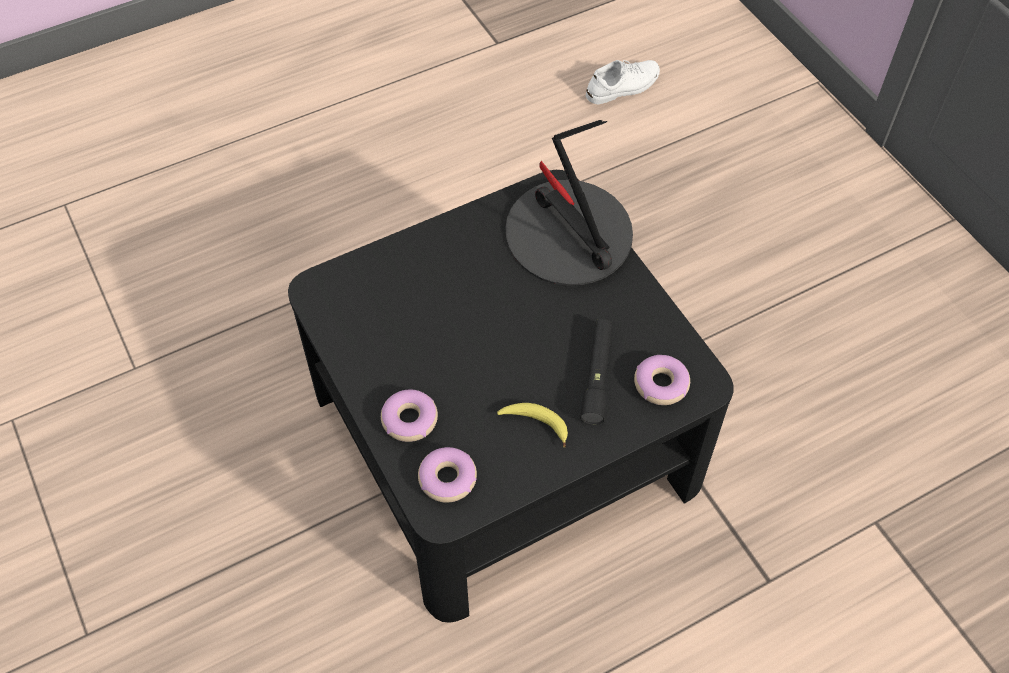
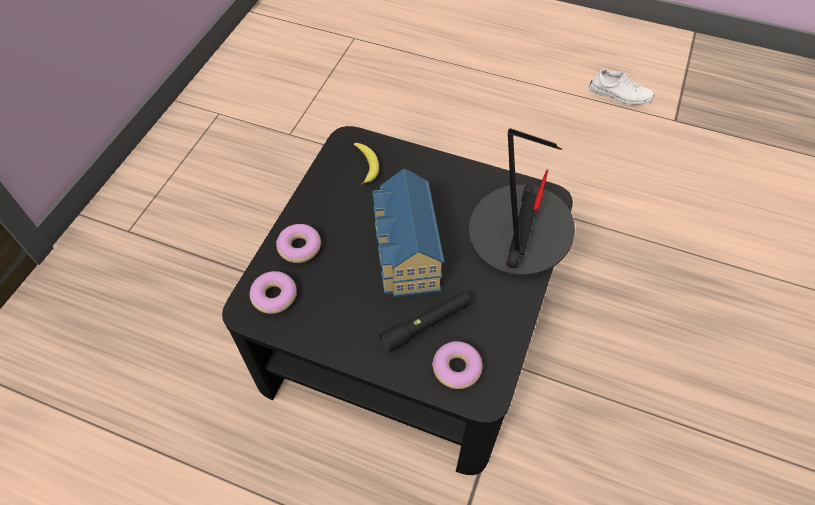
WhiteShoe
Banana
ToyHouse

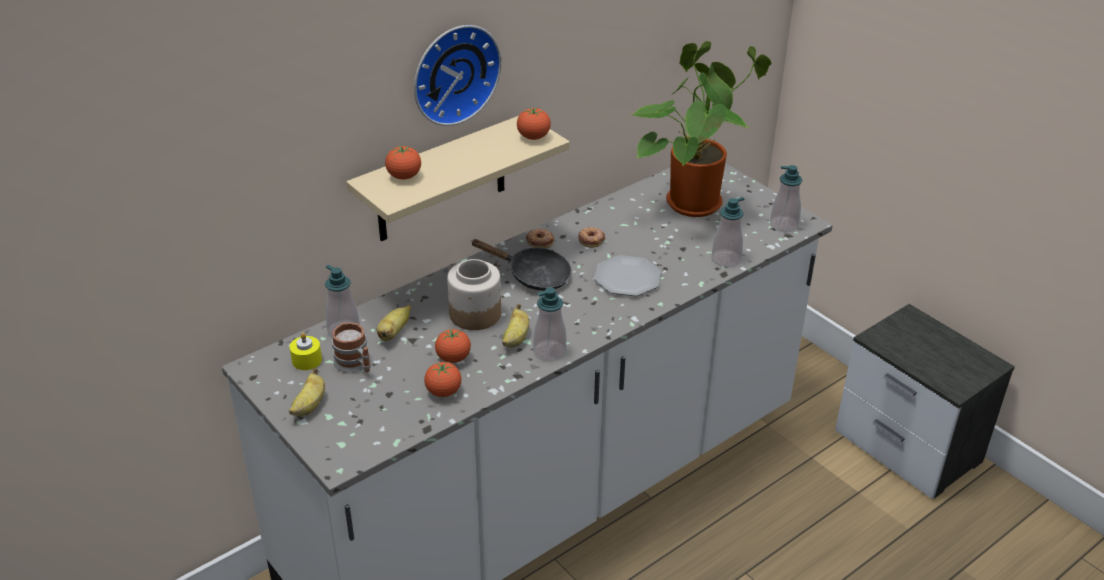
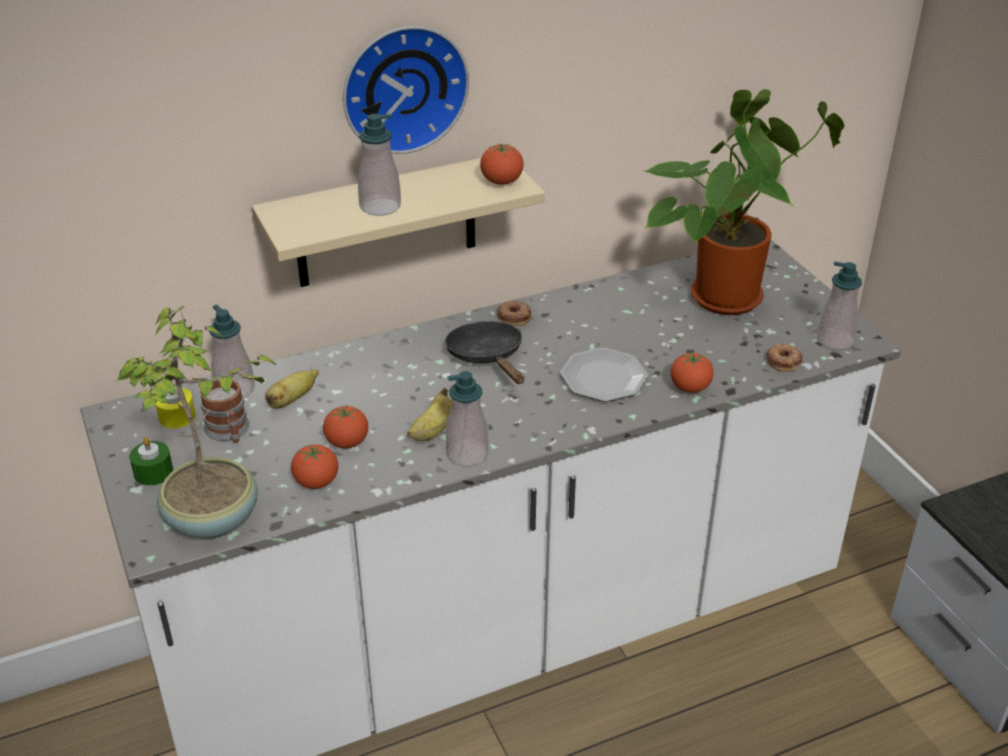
Tomato (4th from left)
SoapDispenser (2nd from left)
Donut (2nd from left)
BlackFryingPan
Jar
GreenCandle
PottedPlant (1st from left)

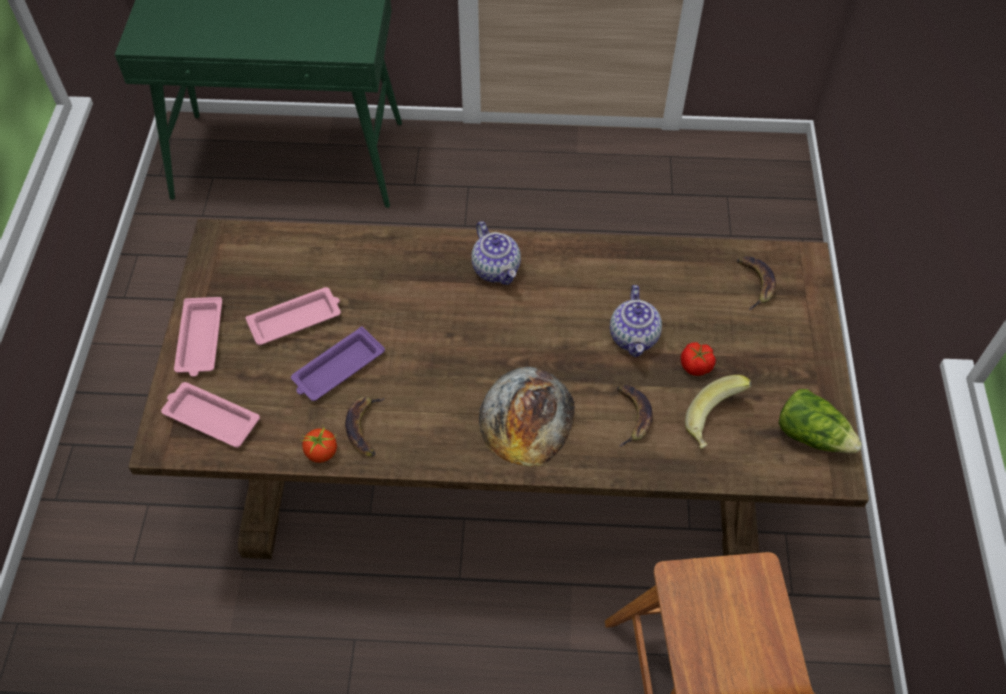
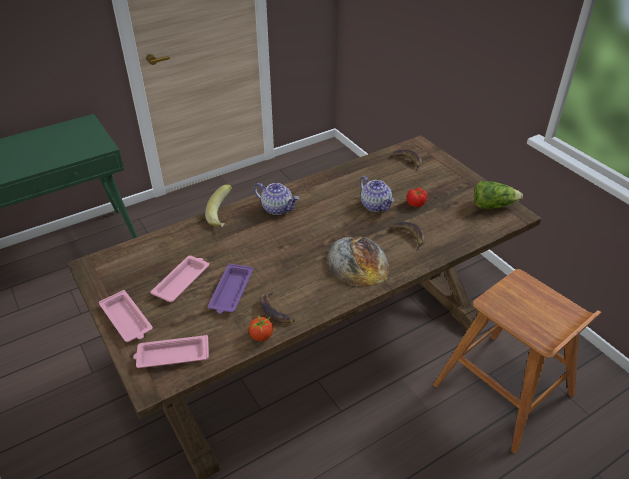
Banana (1st from left)

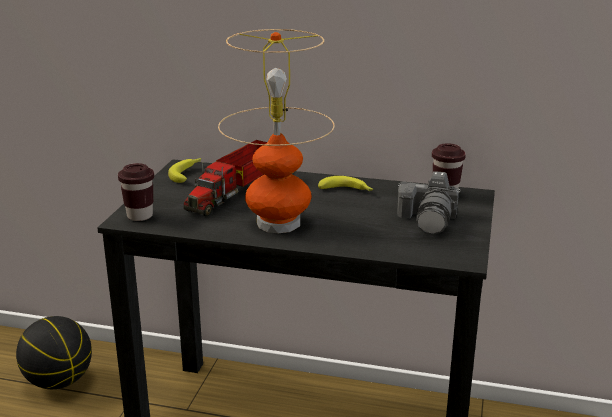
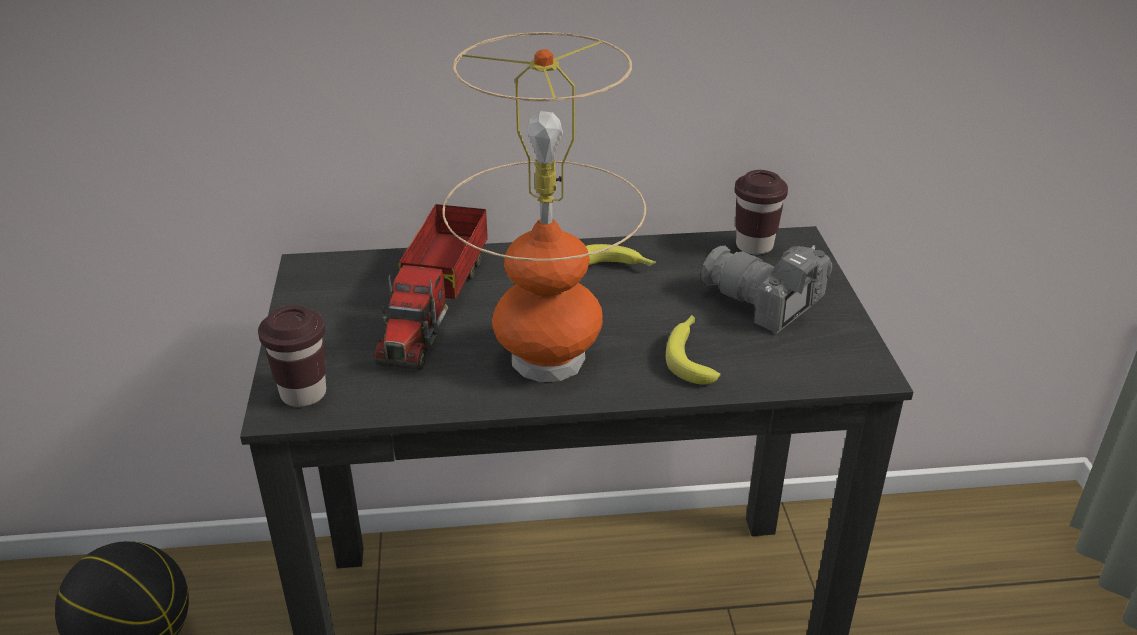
Banana (2nd from left)
PhotoCamera

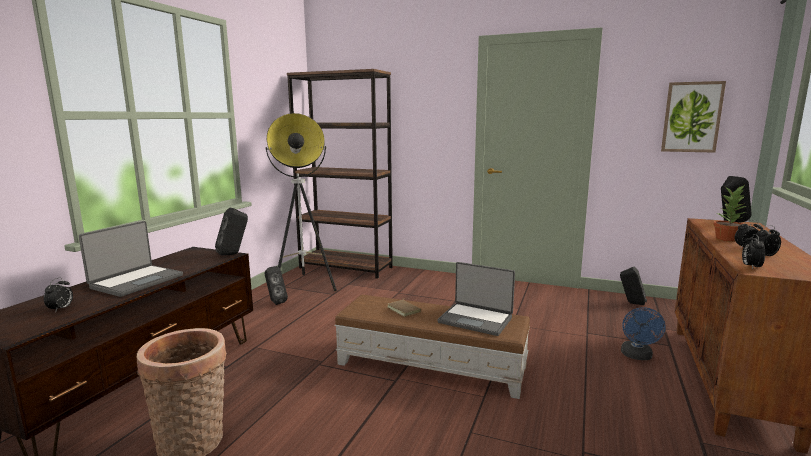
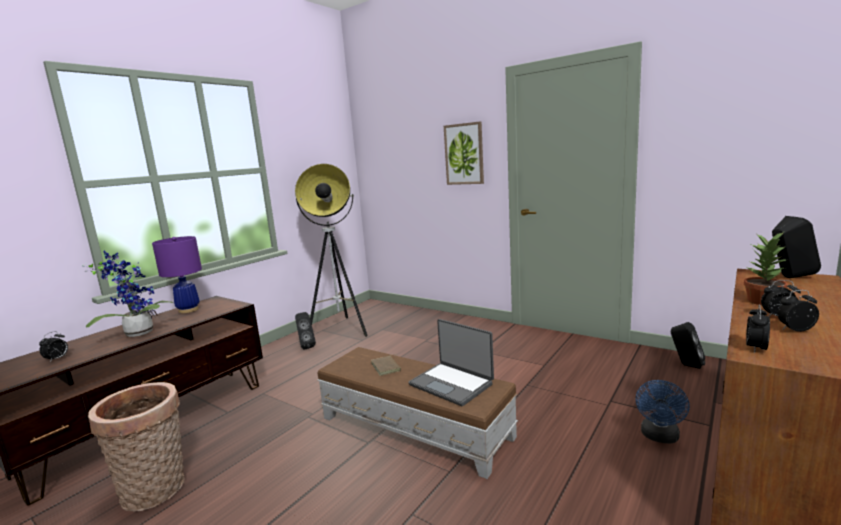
BrownBookcase
Picture
BlackSpeaker (1st from left in the first image)
PottedPlant (1st from left)
PurpleTableLamp

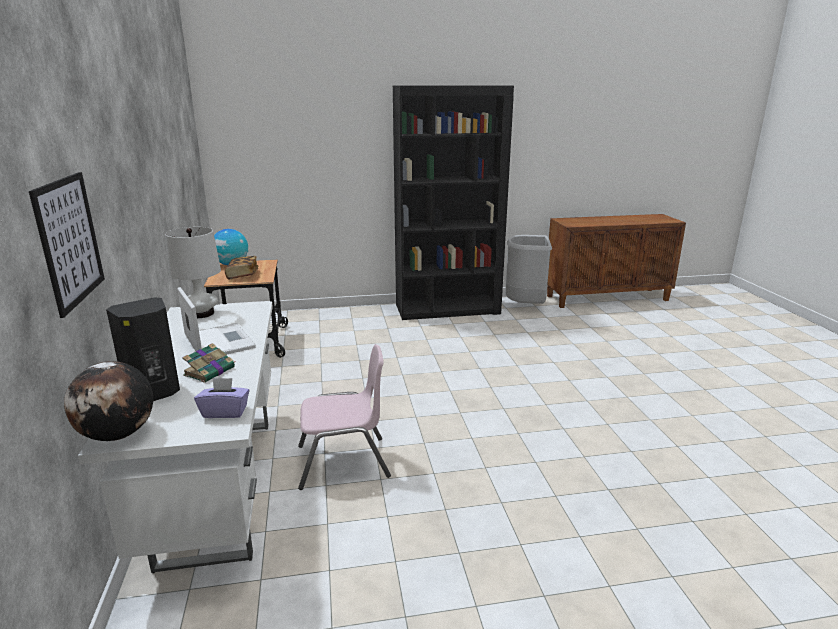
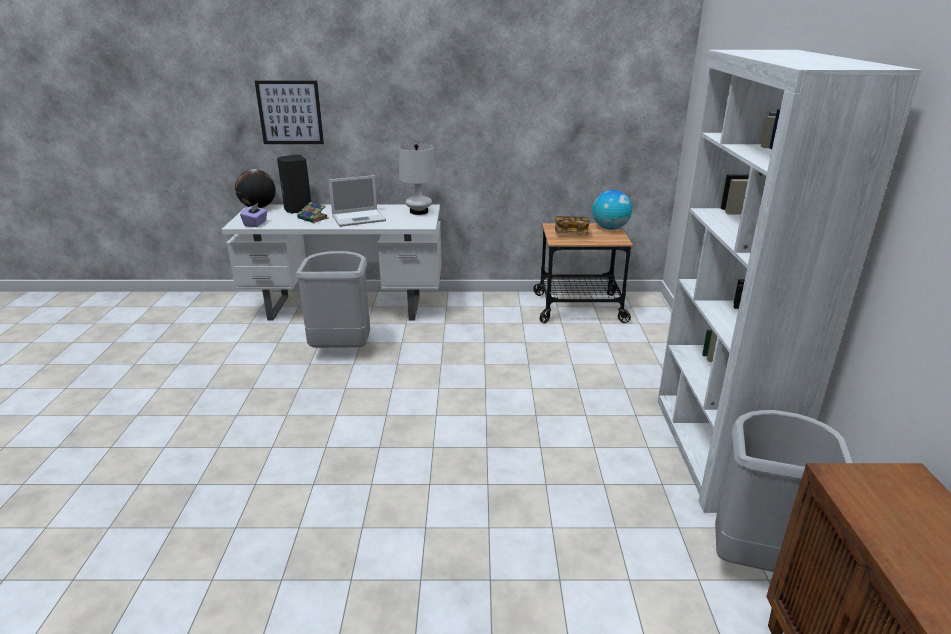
WhiteBookcase
GreyTrashCan (1st from left)

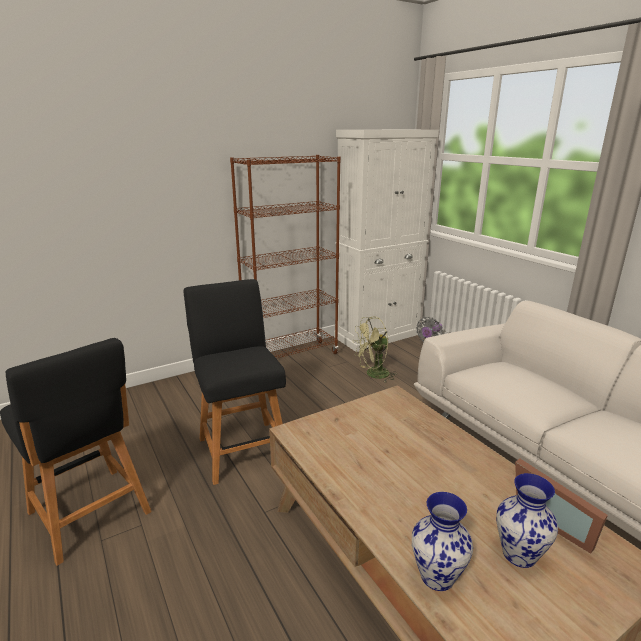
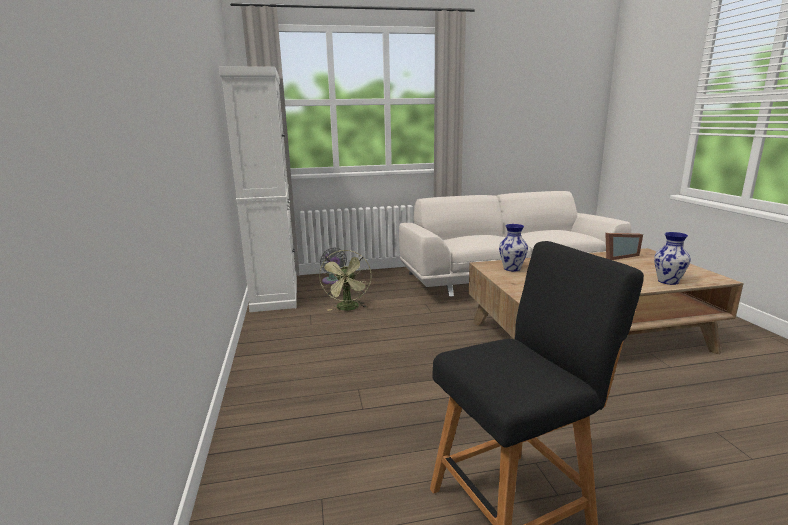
BrownBookcase
BlackStool (2nd from left in the first image)
Vase (1st from left)

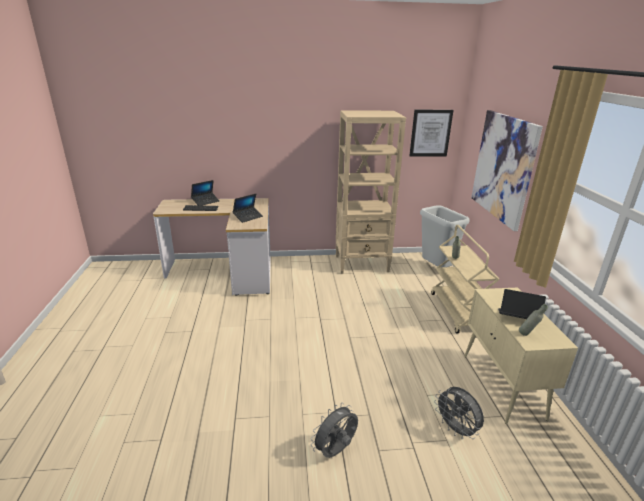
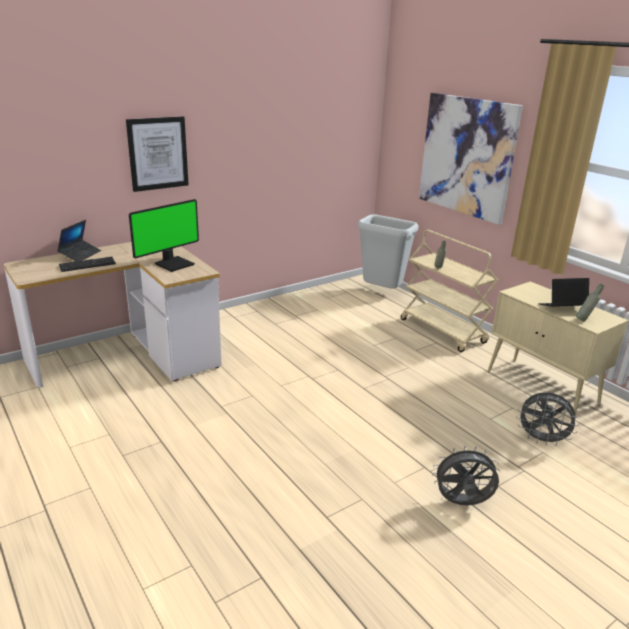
BeigeBookcase
Picture (1st from left)
Monitor
GreyFan (1st from left)

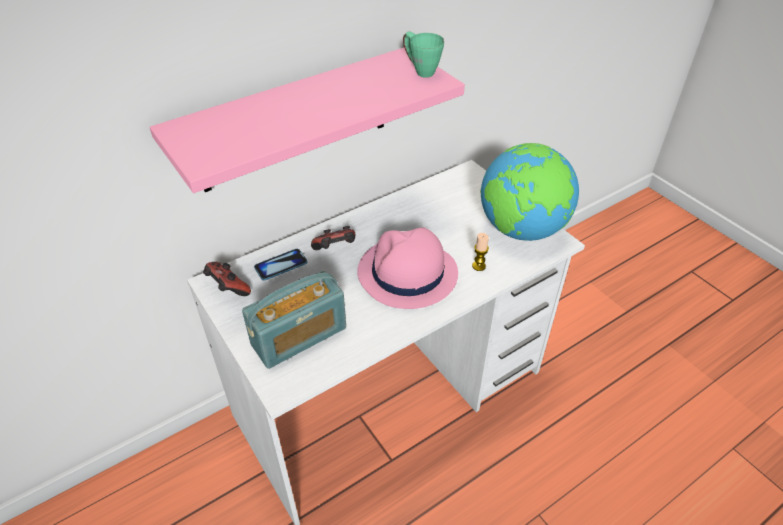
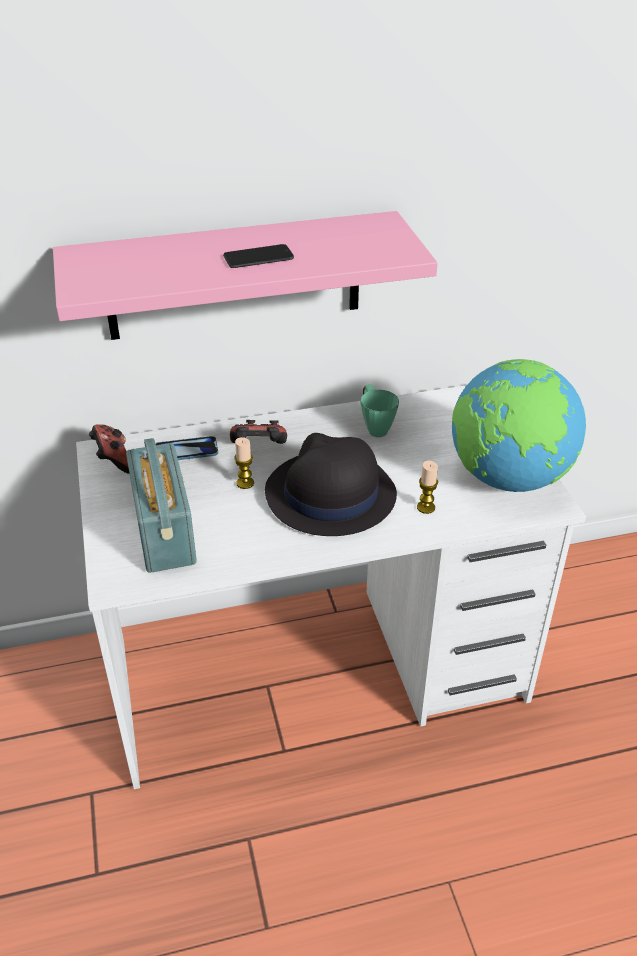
GreenMug
BlackHat
Radio
Phone (2nd from left)
Candle (1st from left)

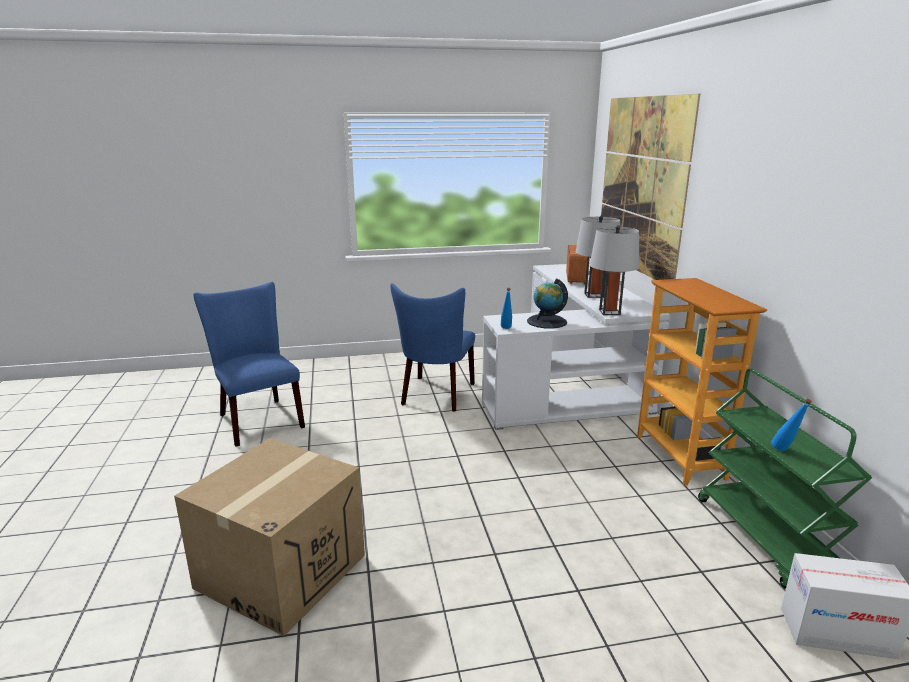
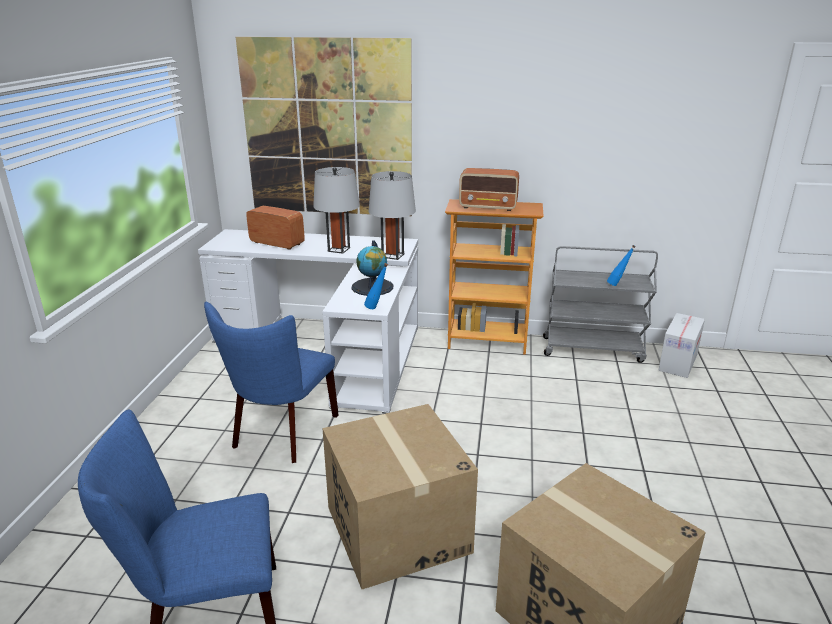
BlueChair (2nd from left)
GreyCart
Radio (2nd from left)
CardboardBox (1st from left)

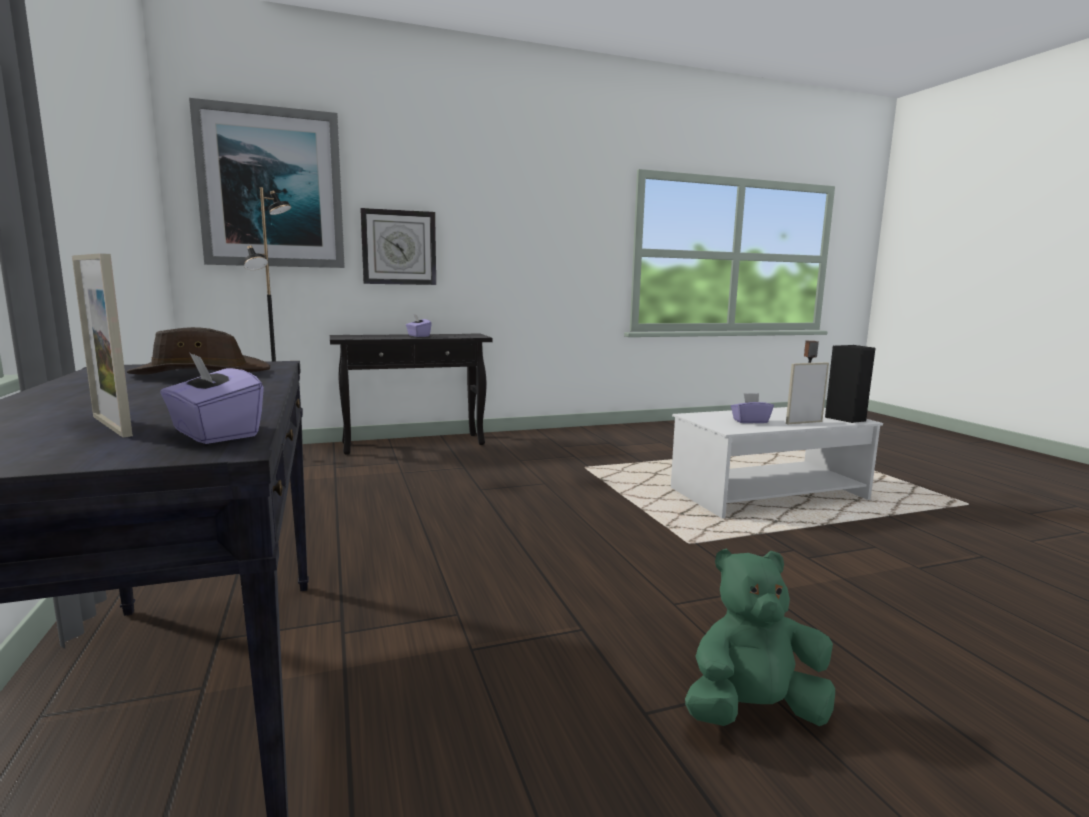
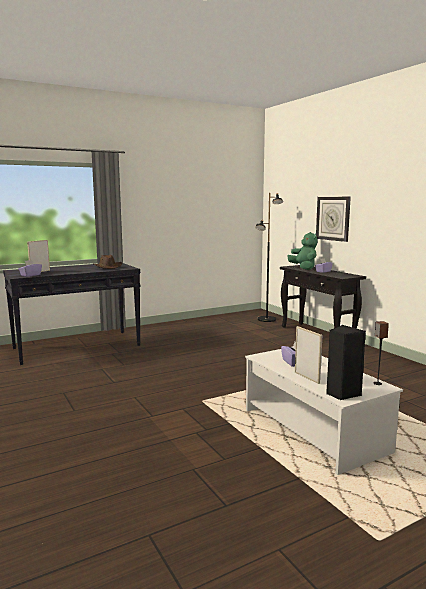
Picture
GreenPlushToy

